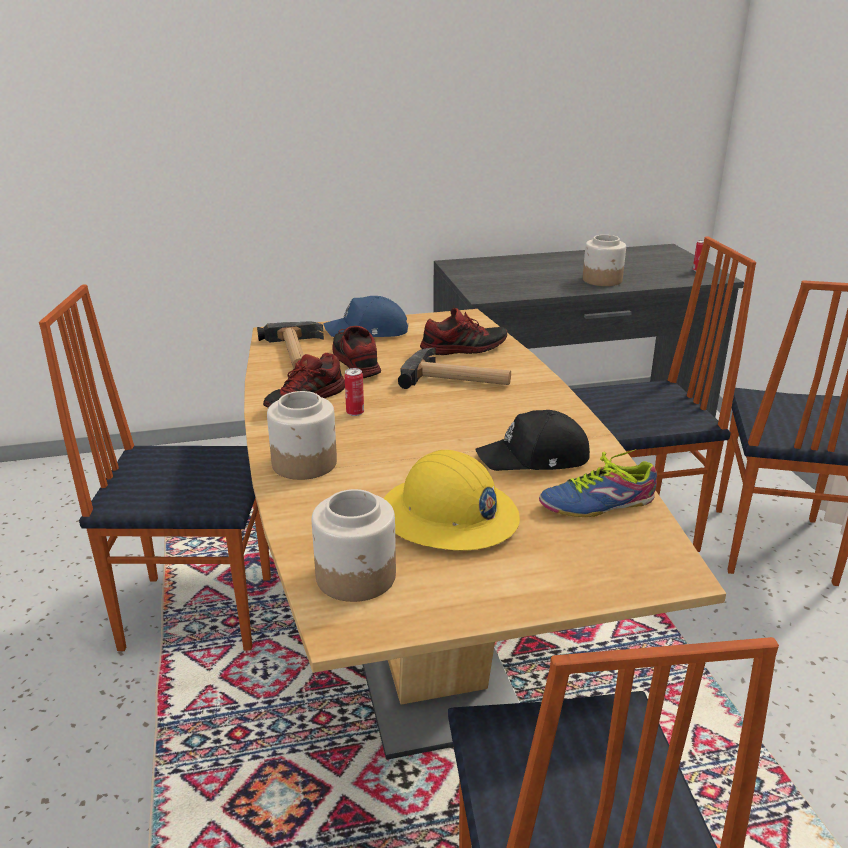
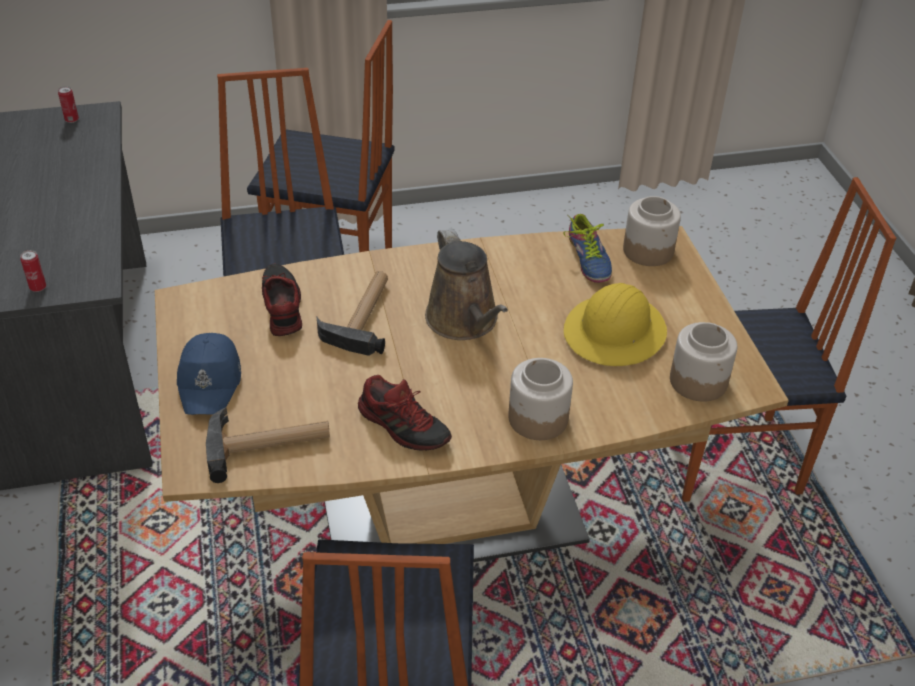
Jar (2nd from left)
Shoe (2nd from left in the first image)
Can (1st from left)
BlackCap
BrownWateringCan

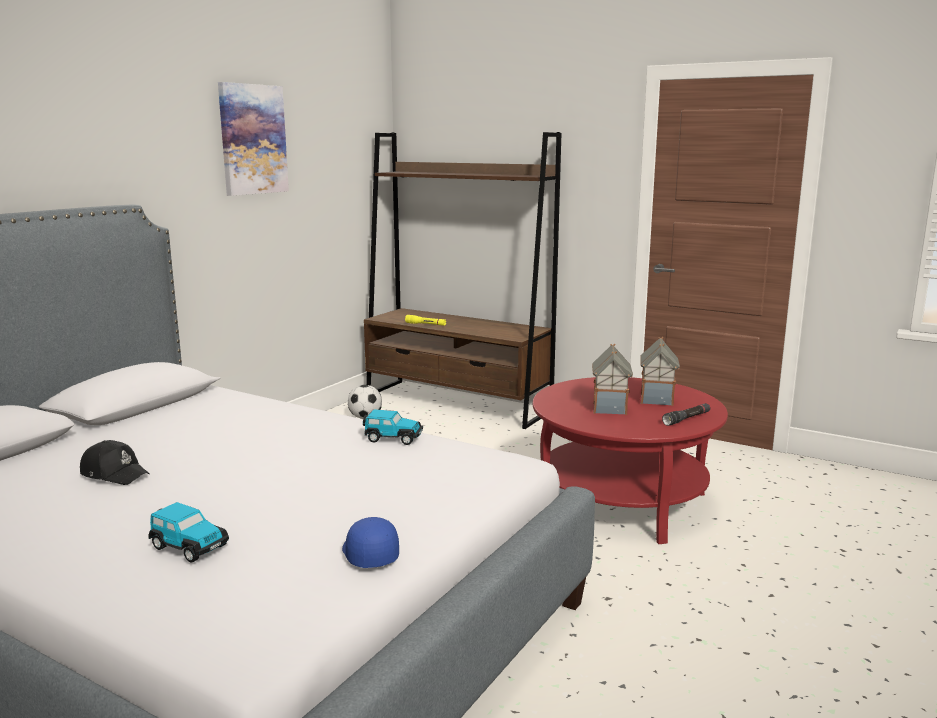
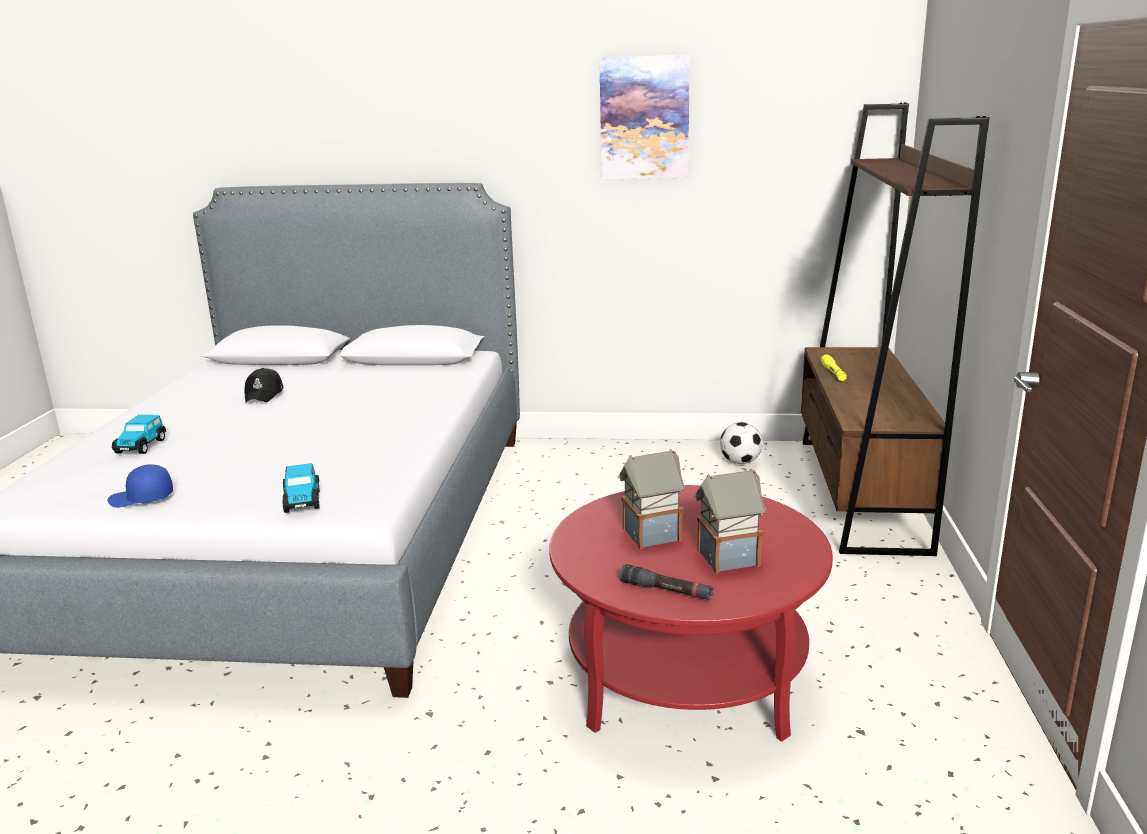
ToyCar (2nd from left)
BlueCap

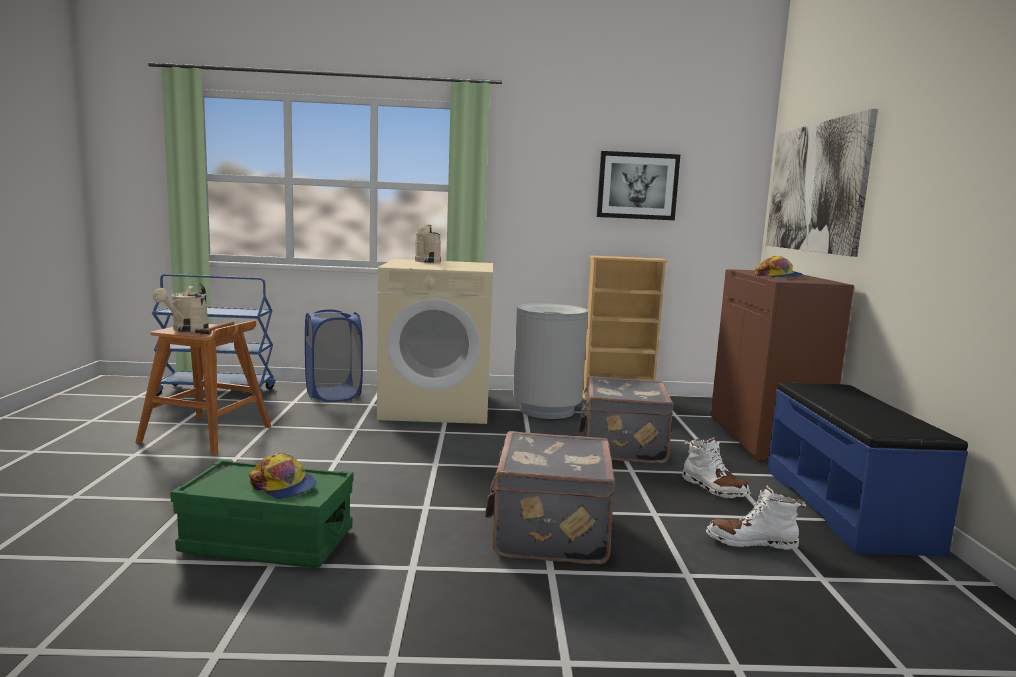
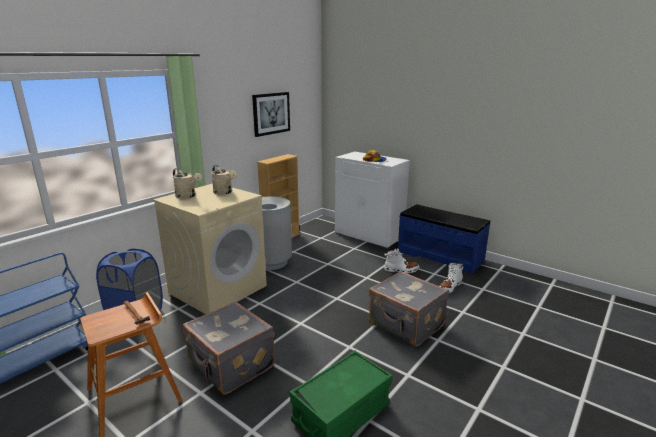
Picture (2nd from left in the first image)
WhiteCabinet
BeigeWateringCan (2nd from left)
GreySuitcase (1st from left)
Cap (1st from left in the first image)

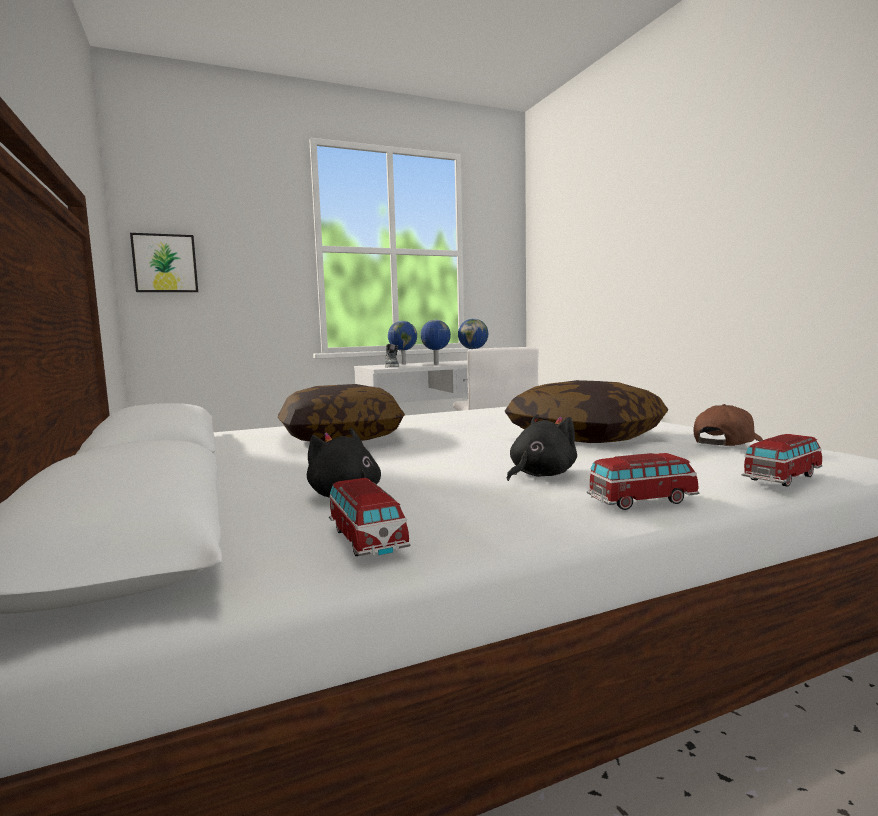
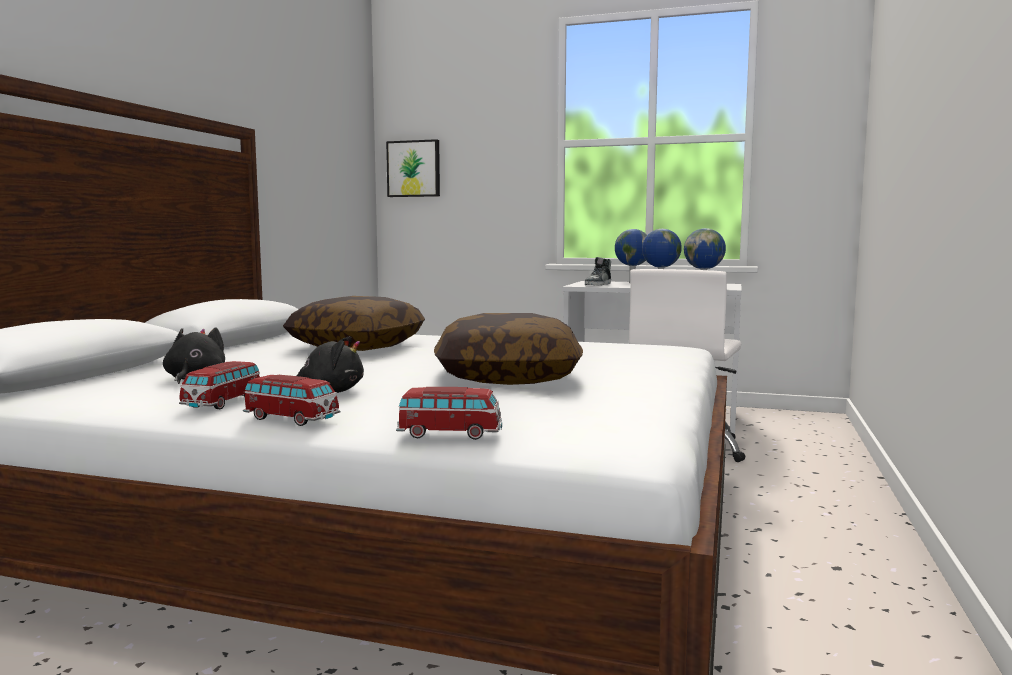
BrownCap
ToyCar (1st from left)

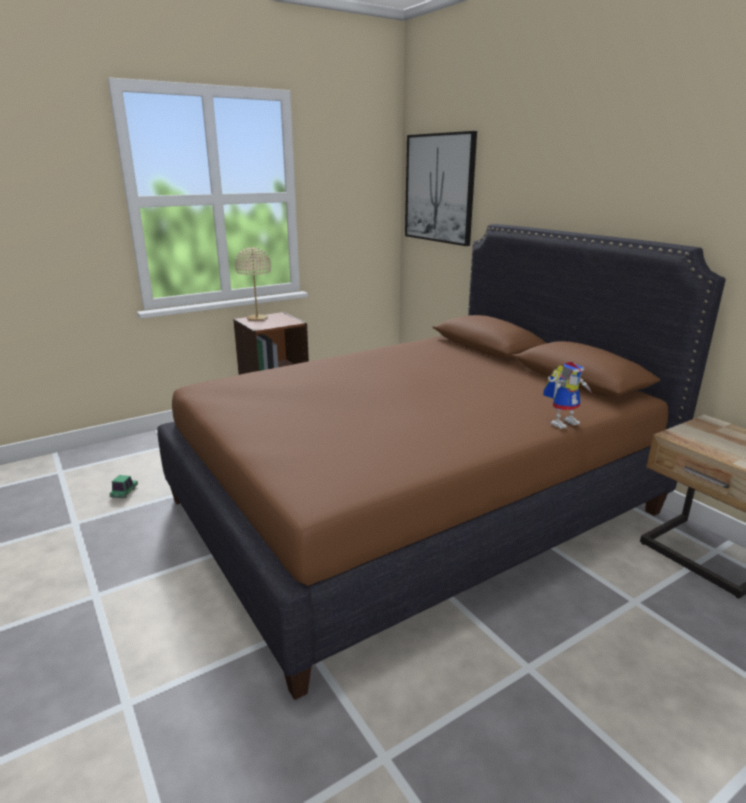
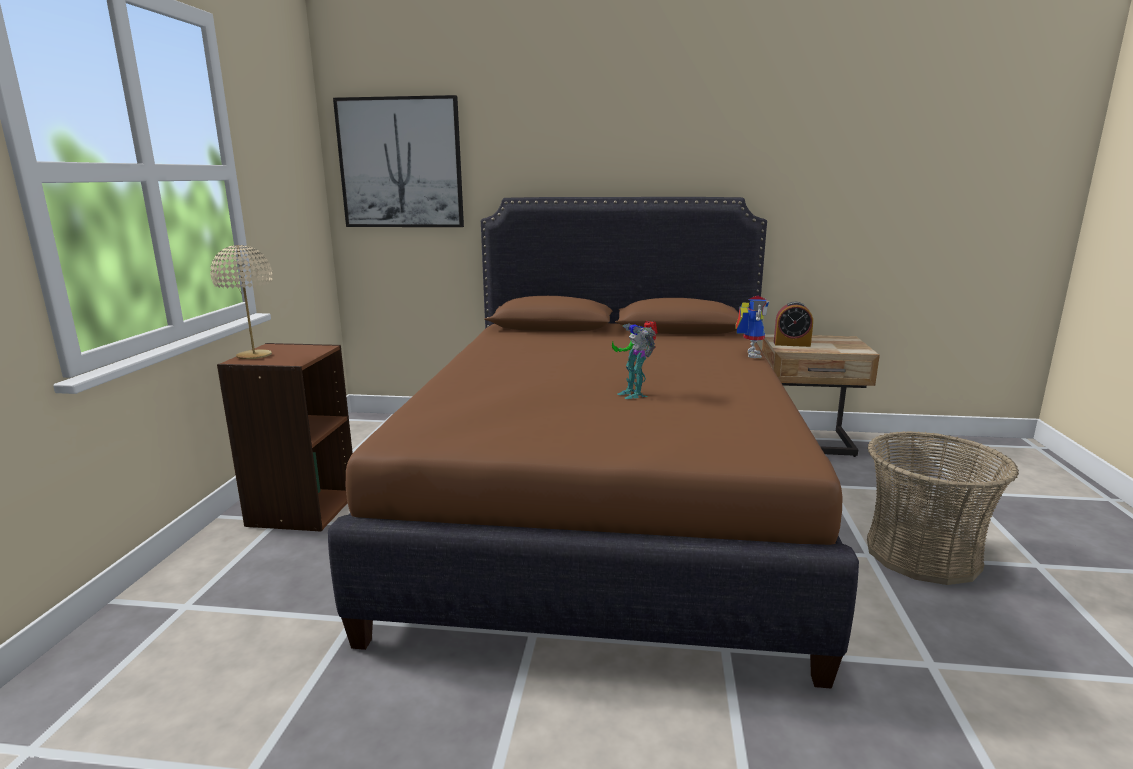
ToyCar
AlarmClock
ToyRobot (1st from left)
Basket

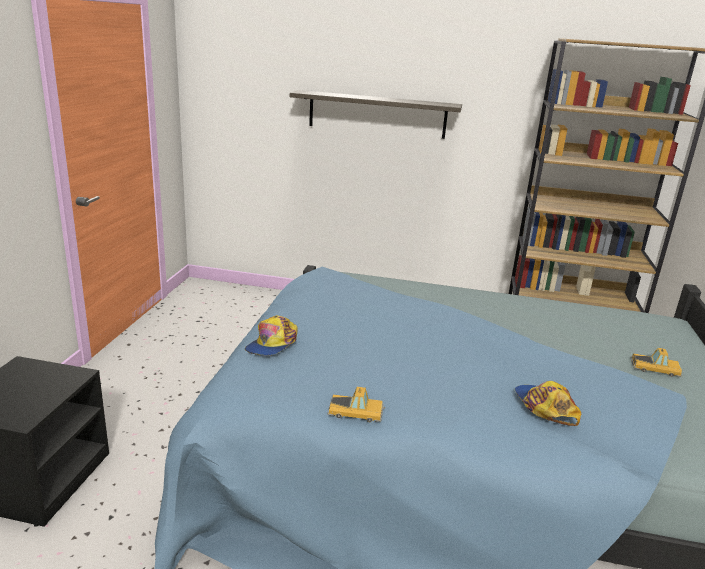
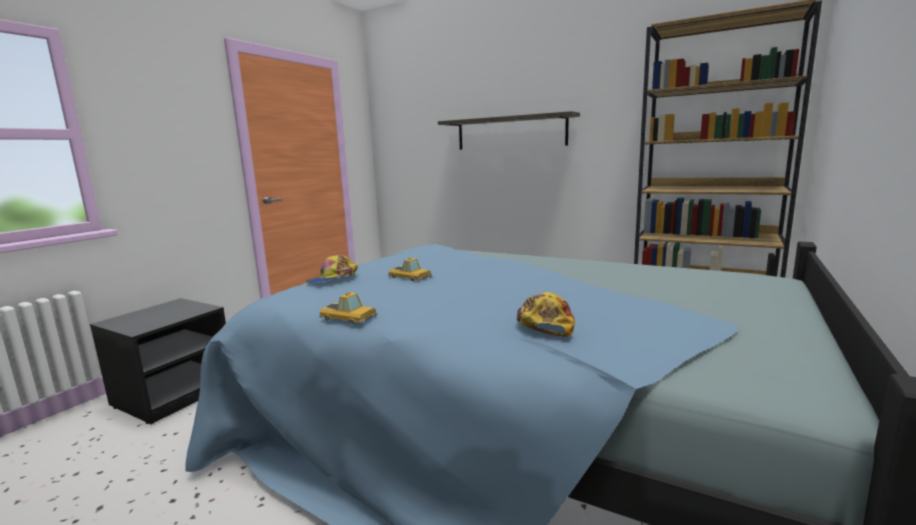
ToyCar (2nd from left)

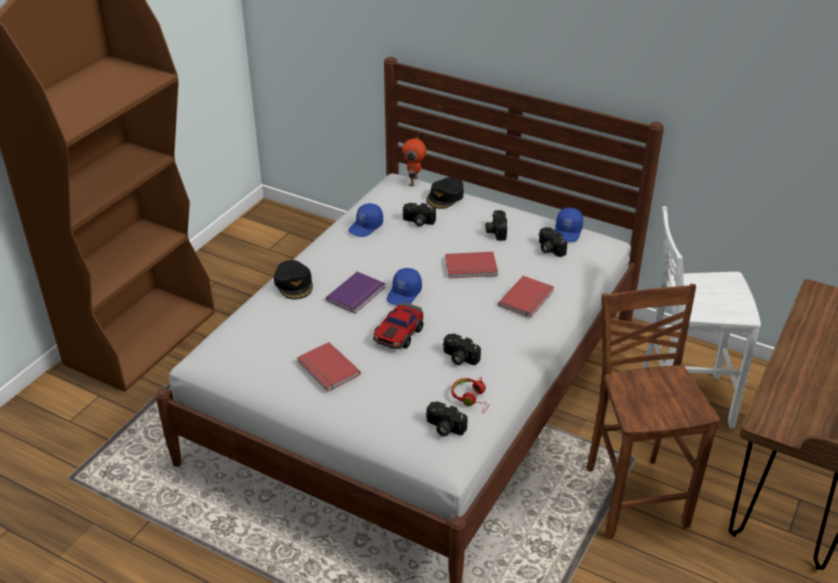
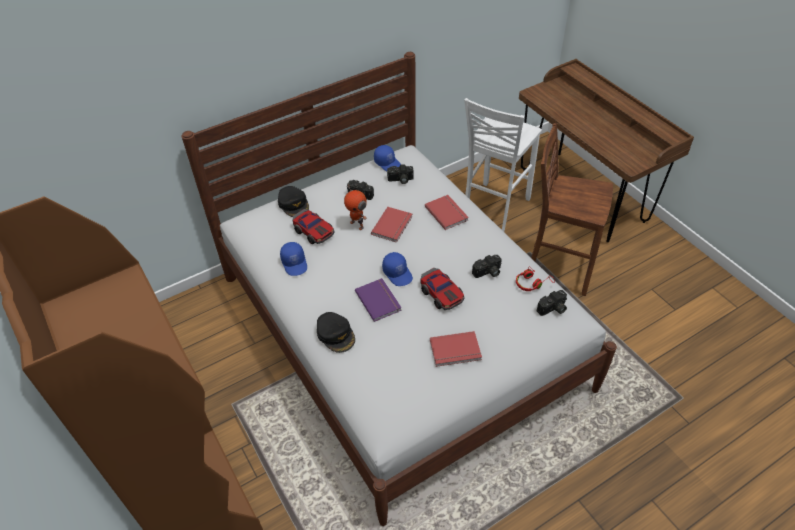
ToyRobot
ToyCar (1st from left)
BlackCap (2nd from left)

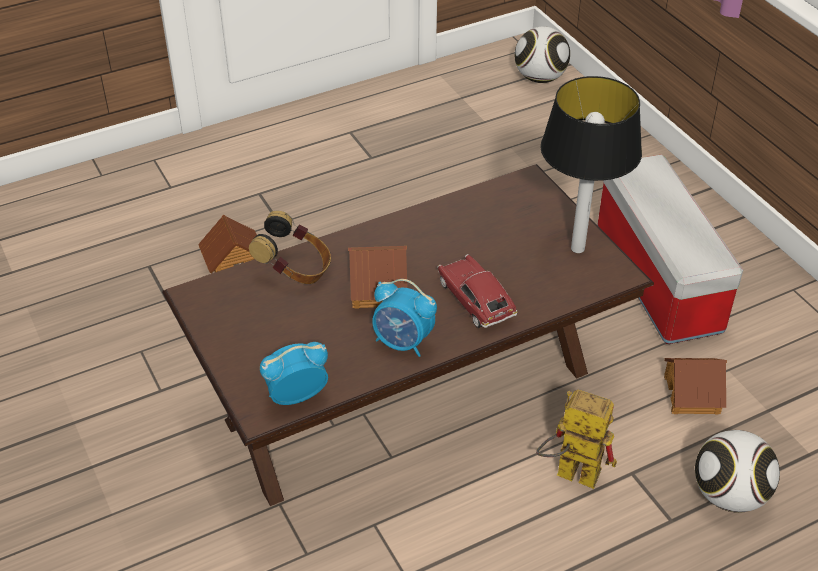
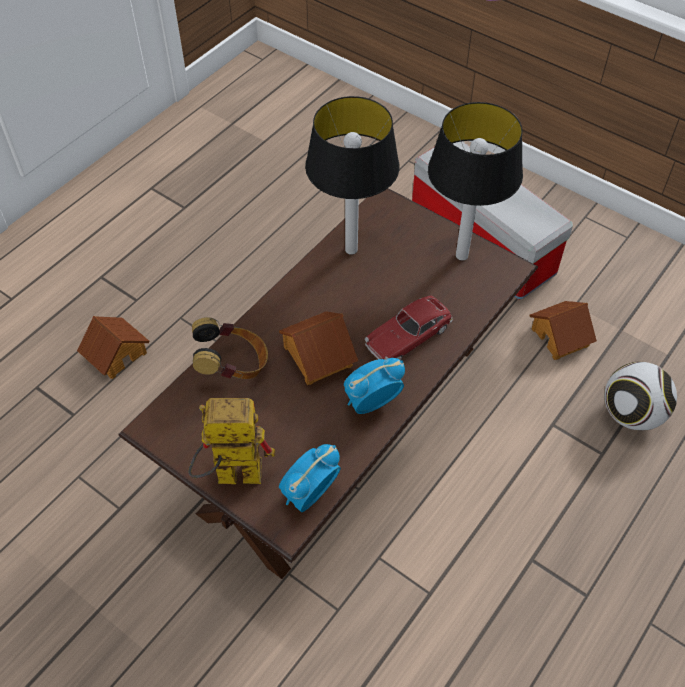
Football (1st from left in the first image)
ToyCar
AlarmClock (2nd from left)
ToyRobot
TableLamp (1st from left)

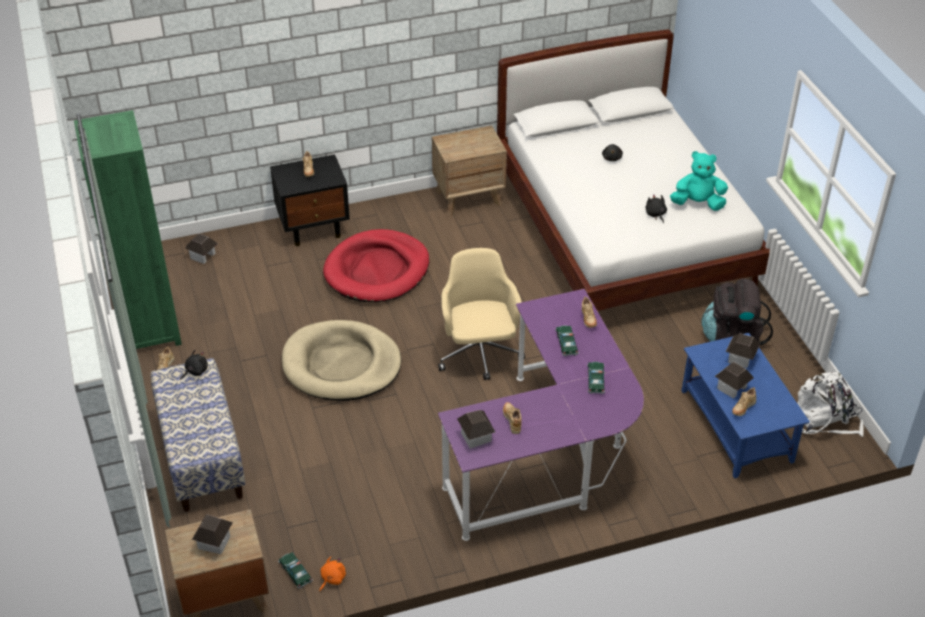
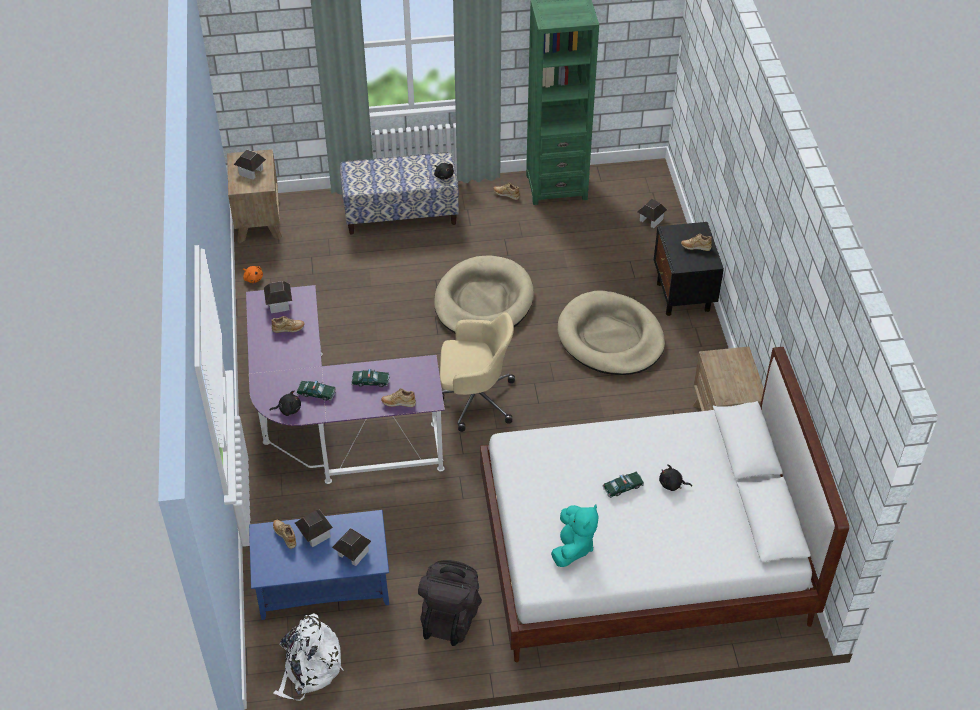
BlackPlushToy (1st from left)
BeigeDogBed (2nd from left)
ToyCar (3rd from left)

